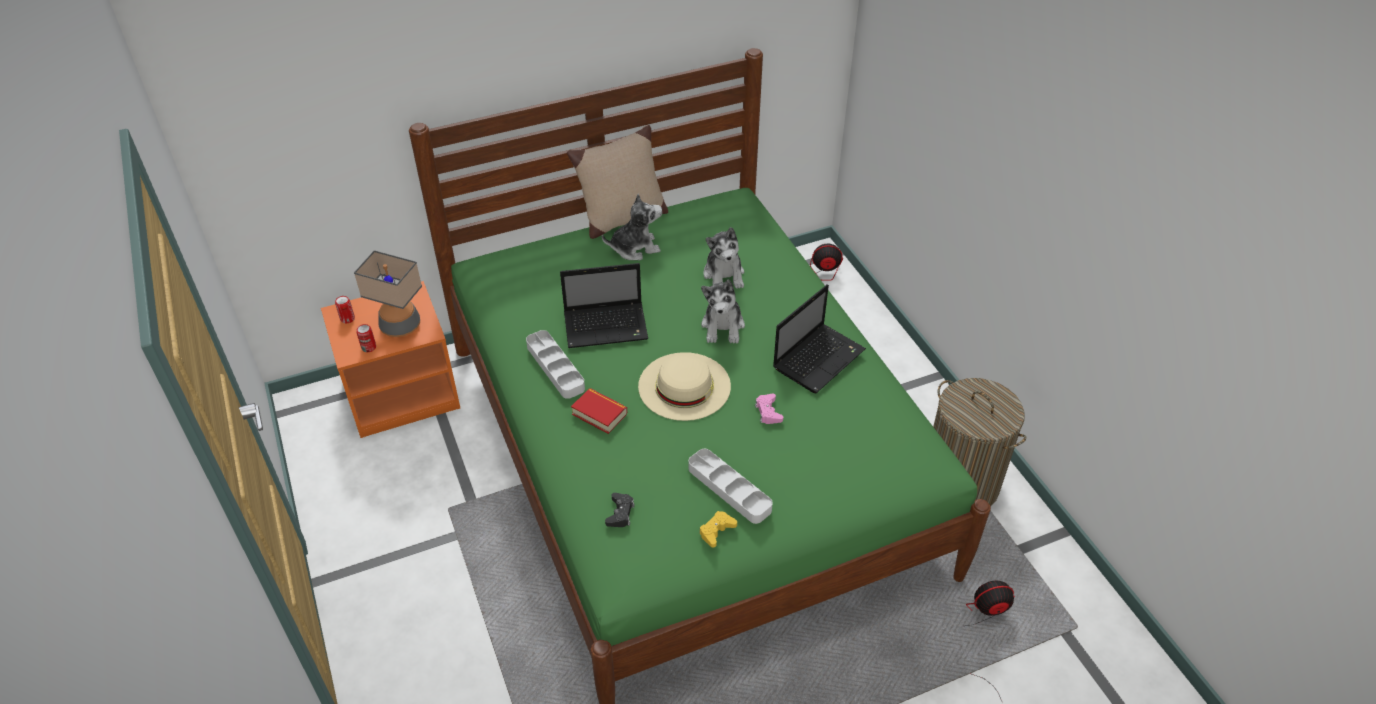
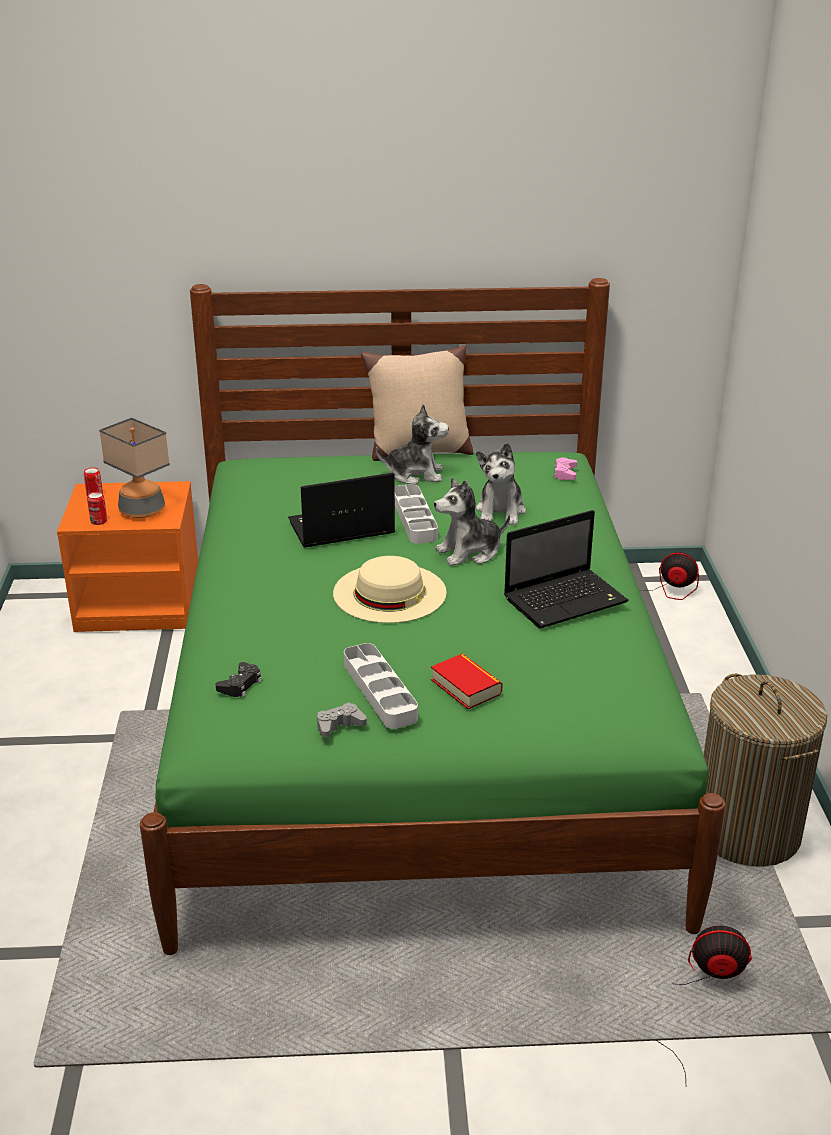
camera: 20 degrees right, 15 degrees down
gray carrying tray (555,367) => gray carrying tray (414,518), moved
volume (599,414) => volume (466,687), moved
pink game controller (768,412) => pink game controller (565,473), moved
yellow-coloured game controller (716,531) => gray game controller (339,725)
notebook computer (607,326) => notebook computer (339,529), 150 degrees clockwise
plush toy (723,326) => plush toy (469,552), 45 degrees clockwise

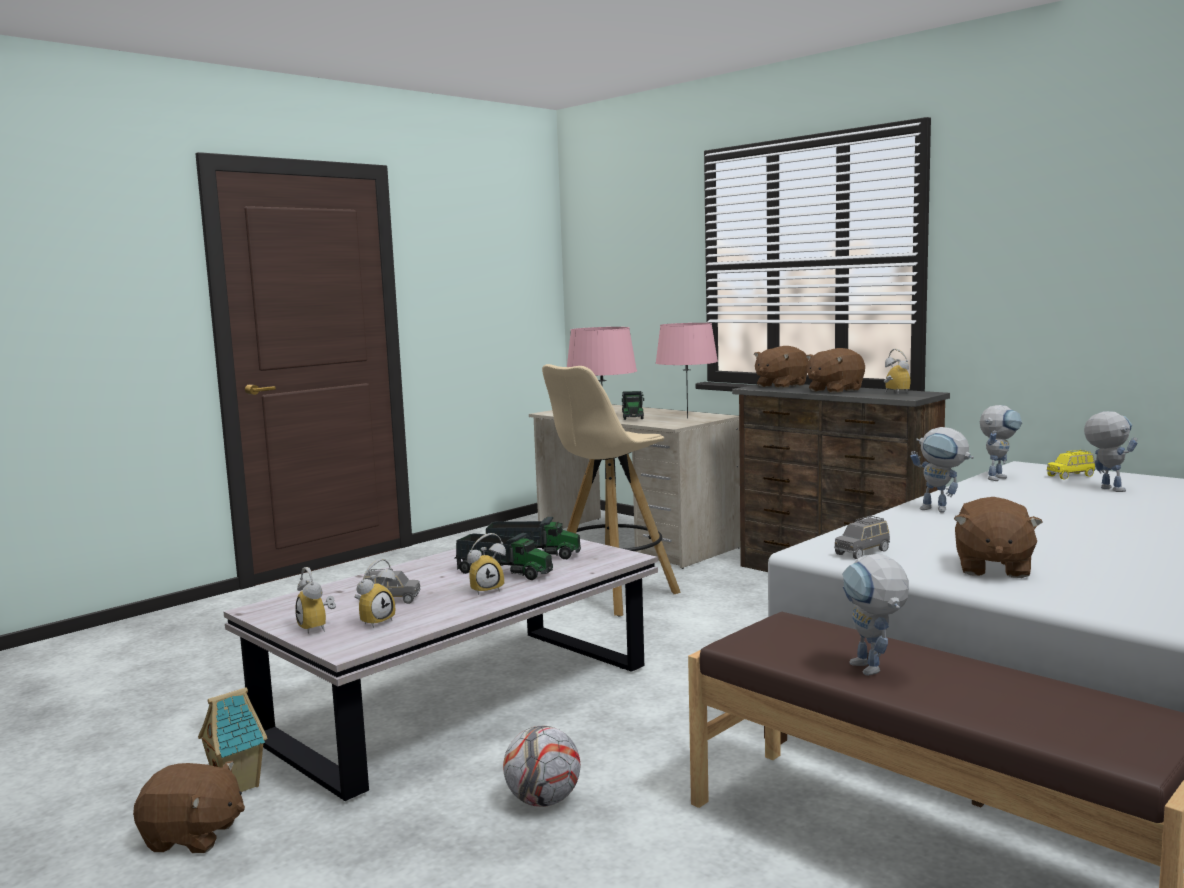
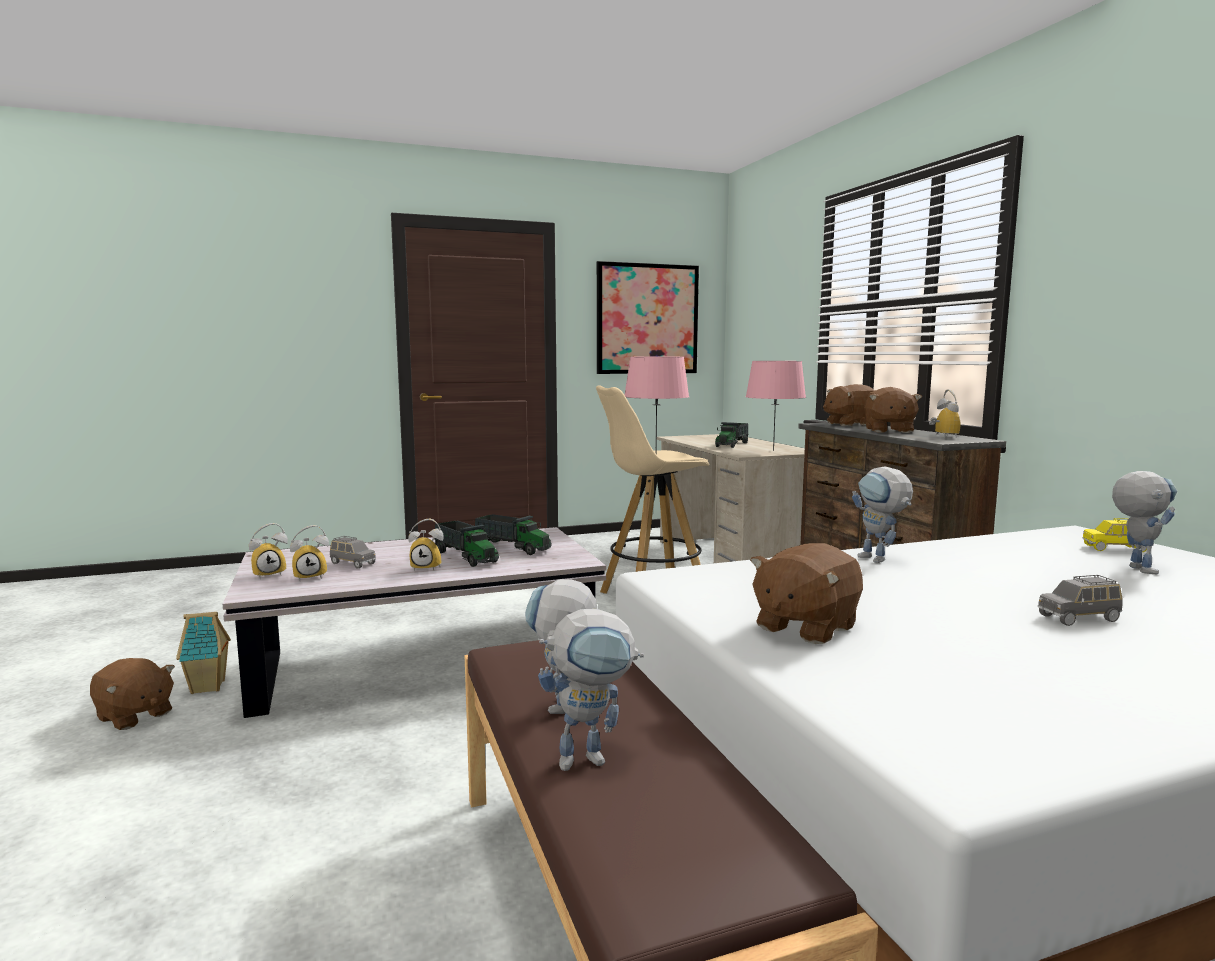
camera: 25 degrees right, 0 degrees up
football ball (543,801) => nothing
nothing => picture (647,319)
gray miniature car (862,552) => gray miniature car (1079,618), moved
toy robot (998,477) => toy robot (592,758), moved
alarm clock (318,628) => alarm clock (269,574), 120 degrees counterclockwise
brown plush toy (834,390) => brown plush toy (888,430), 75 degrees counterclockwise

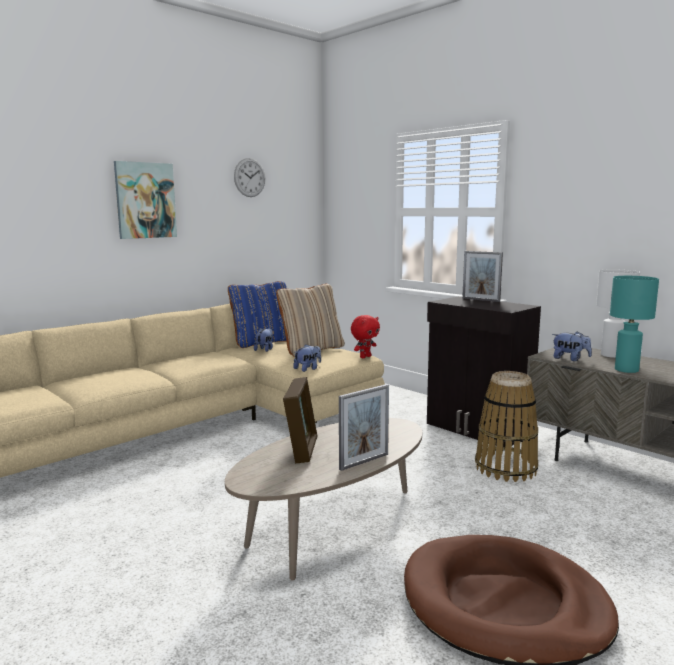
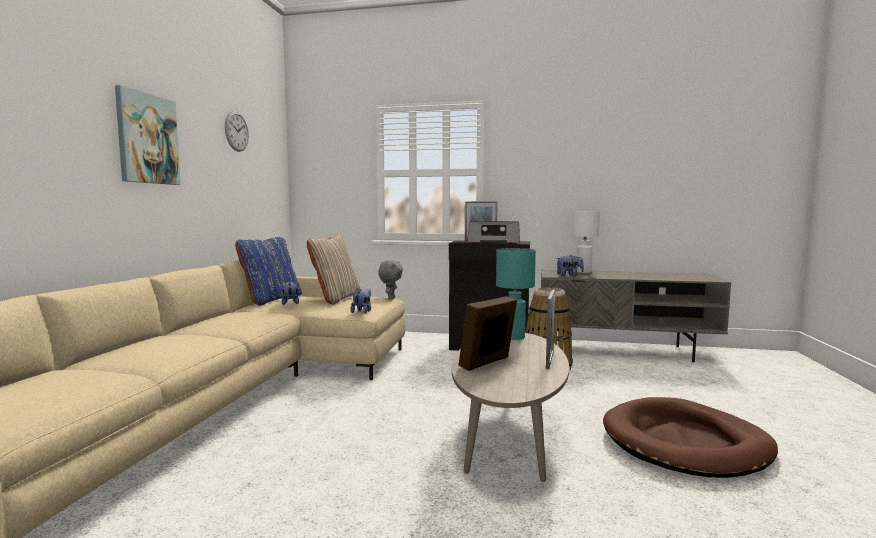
camera: 35 degrees left, 5 degrees down
nothing => radio set (493,242)
turquoise lamp for a table (627,370) => turquoise lamp for a table (514,337), moved
red plush toy (365,357) => gray plush toy (390,298)
photo frame (302,450) => photo frame (487,363), 105 degrees counterclockwise

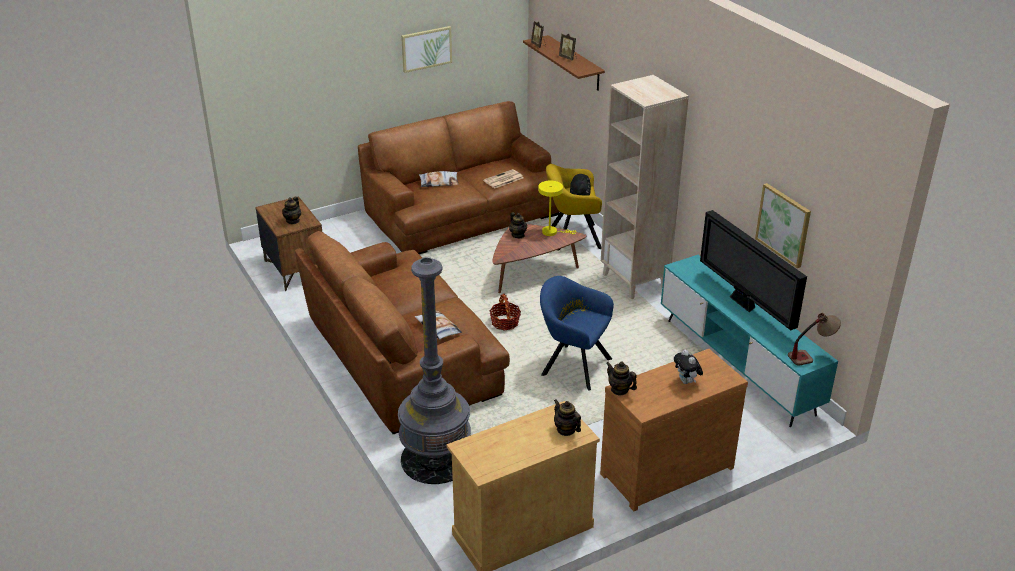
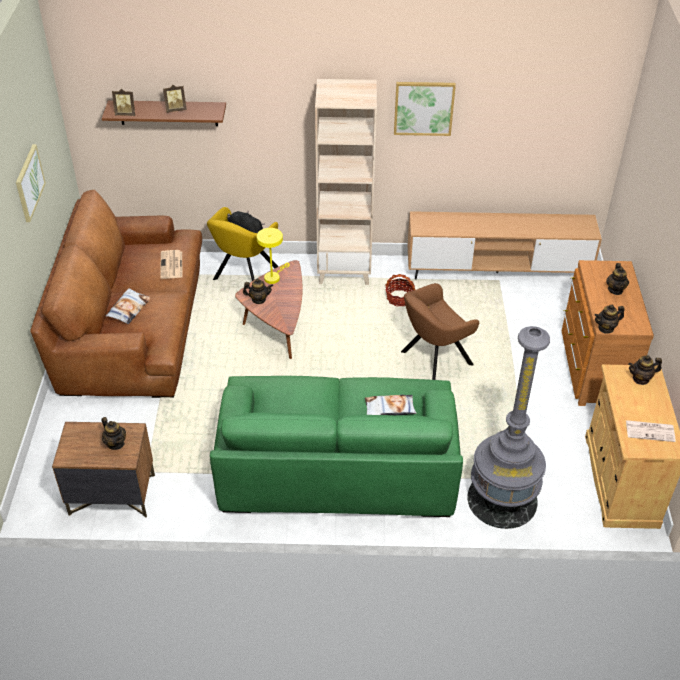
camera: 60 degrees left, 10 degrees up
TV (744,304) => nothing
lamp for a table (811,356) => nothing
nothing => newspaper (650,431)
storage basket (505,323) => storage basket (399,298), moved
picture (783,224) => picture (423,108), moved
plush toy (686,382) => tea pot (615,290)
brown sofa (401,357) => green sofa (337,466)
blue-coloured lounge chair (572,365) => brown lounge chair (433,360)
turquoise tv stand (737,365) => brown tv stand (497,272)

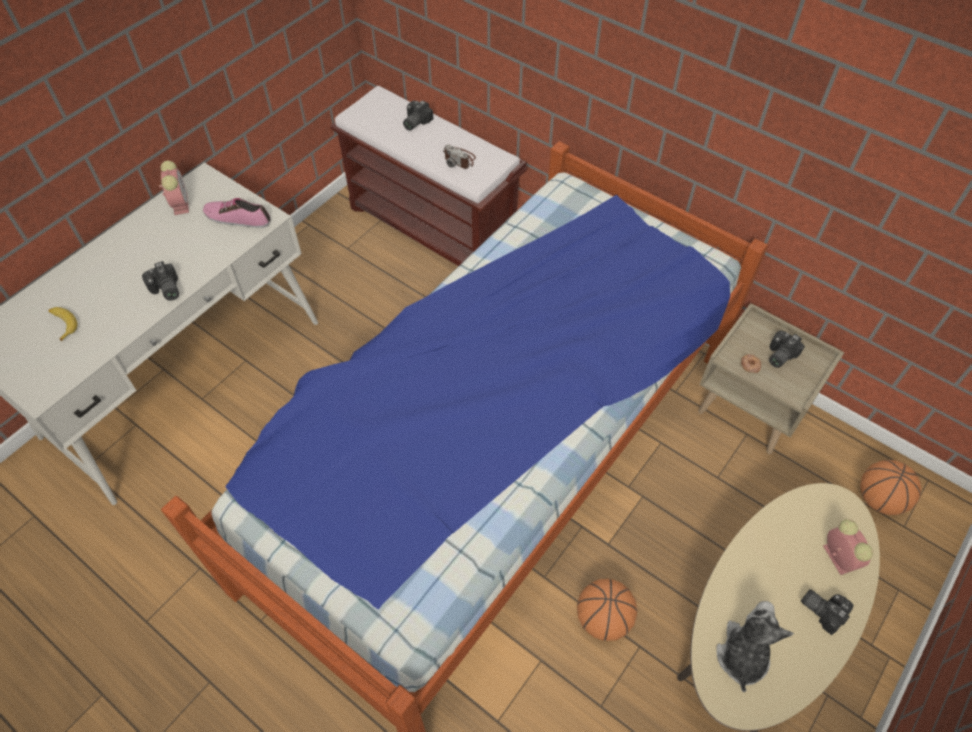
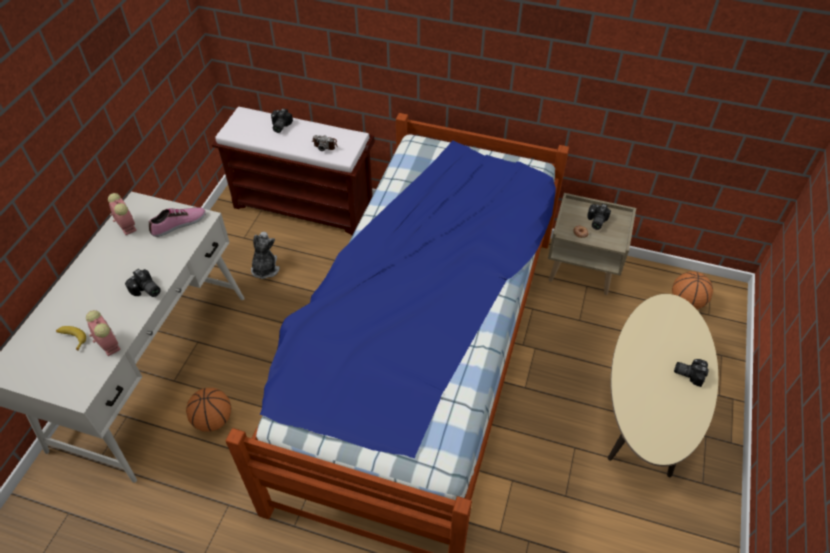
camera: 20 degrees left, 5 degrees down
basketball (603,618) => basketball (213,420), moved
plush toy (742,654) => plush toy (265,268), moved
alarm clock (837,556) => alarm clock (108,344), moved
low shoe (238,217) => low shoe (179,224), 150 degrees clockwise

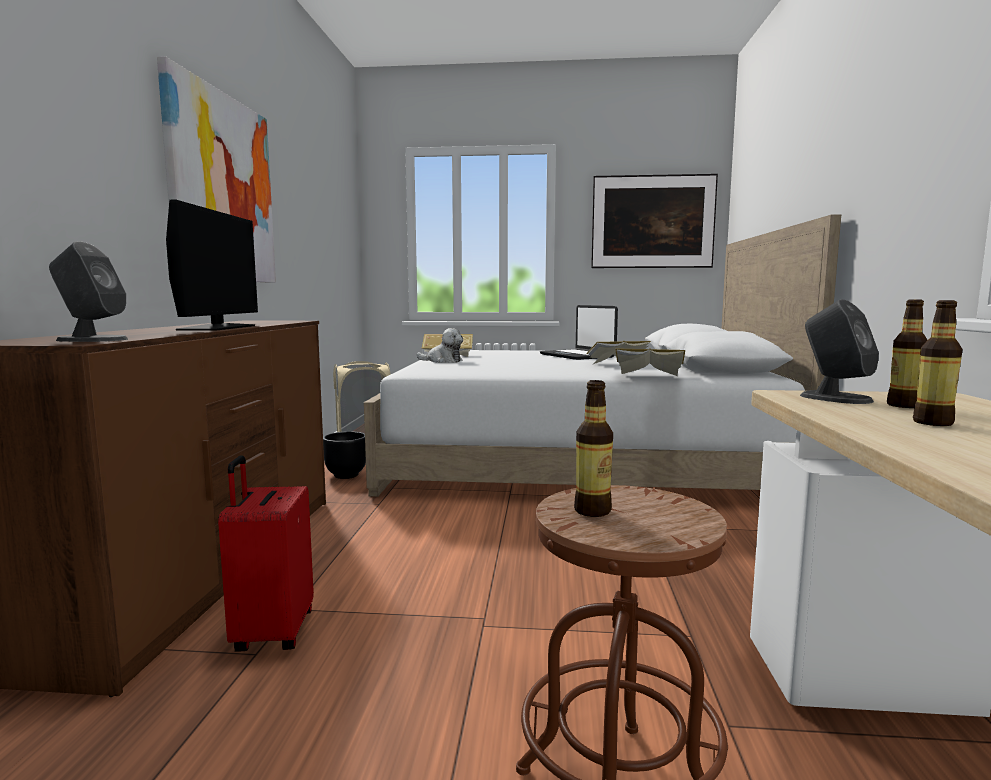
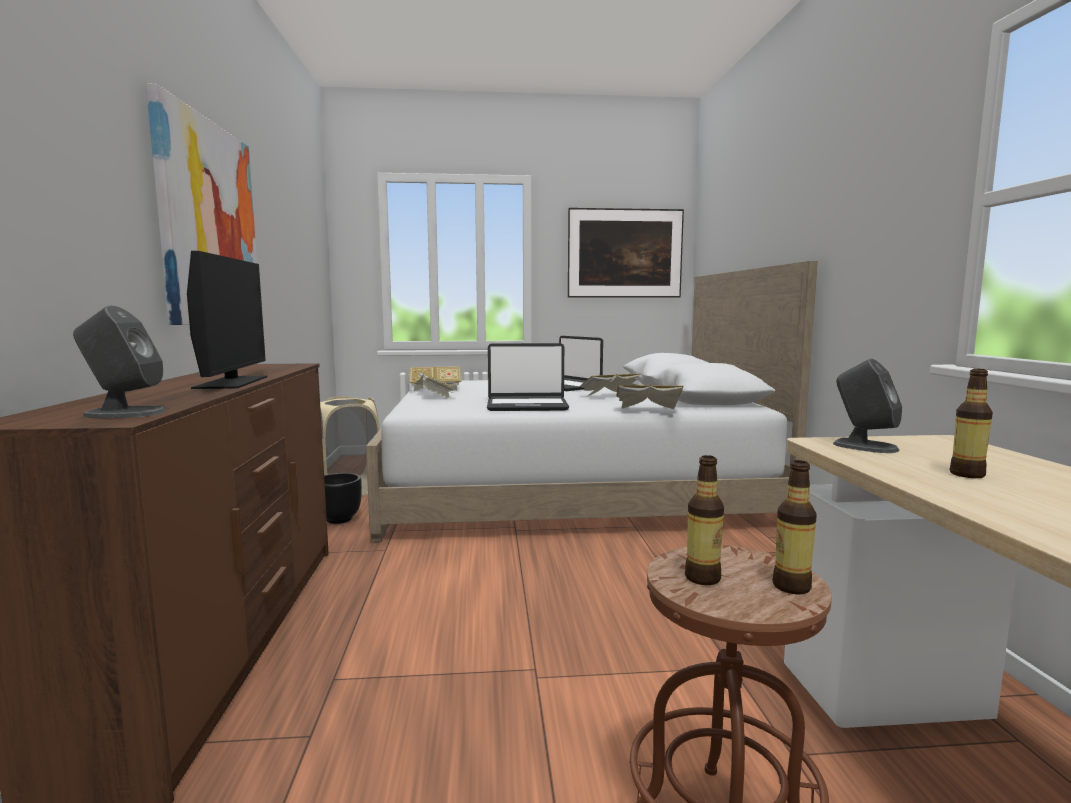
camera: 10 degrees left, 0 degrees up
red travel case (272,633) => nothing
nothing => notebook computer (527,406)
bottle (903,405) => bottle (791,587), moved
plush toy (443,361) => volume (435,396)

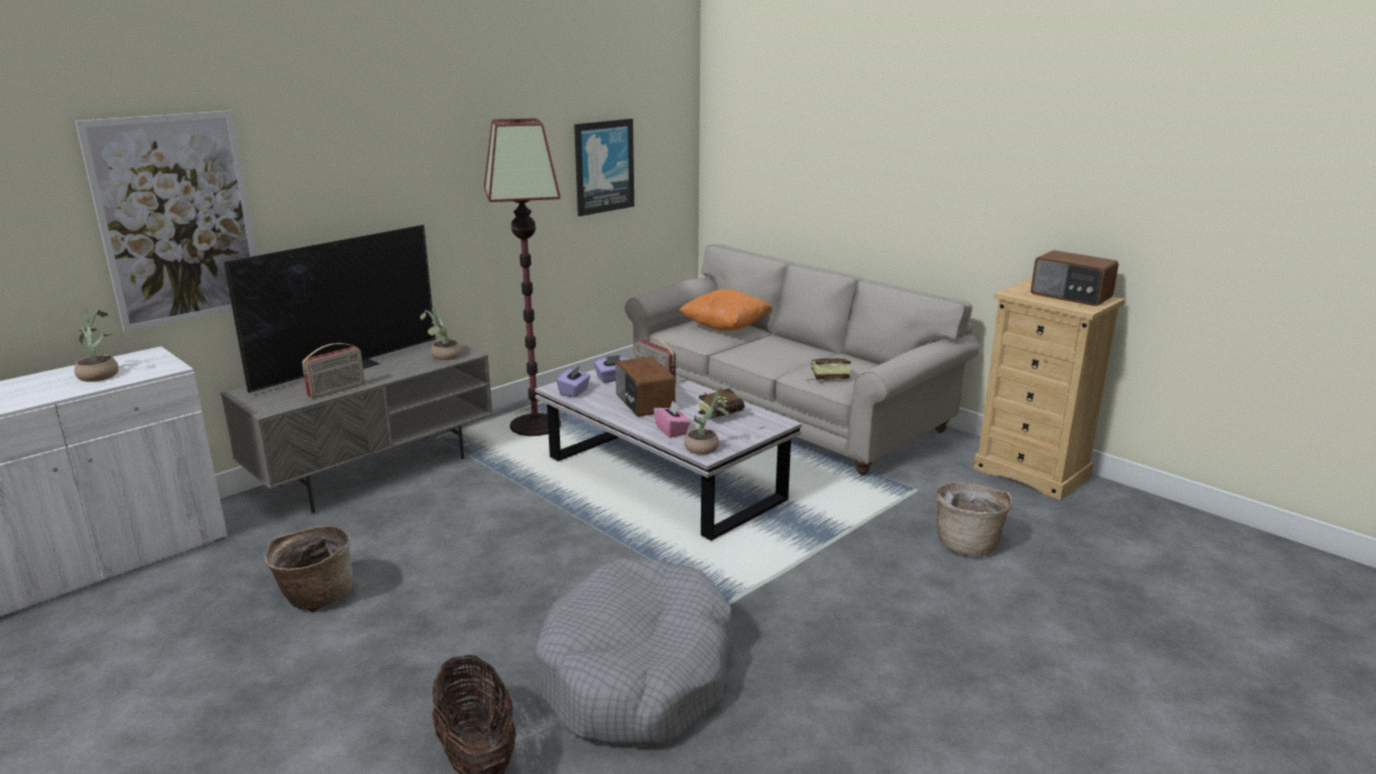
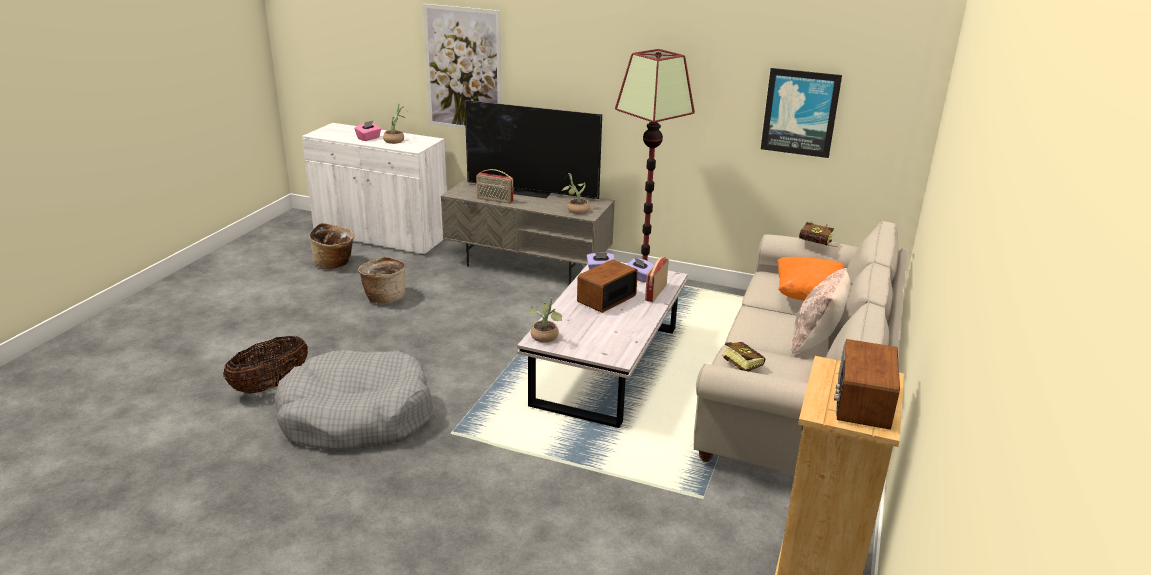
camera: 65 degrees right, 5 degrees up
nothing => sand-coloured pillow (816,341)
pink tissue box (671,431) => pink tissue box (369,138), moved
volume (724,416) => volume (818,244), moved
storage basket (967,543) => storage basket (335,264), moved

